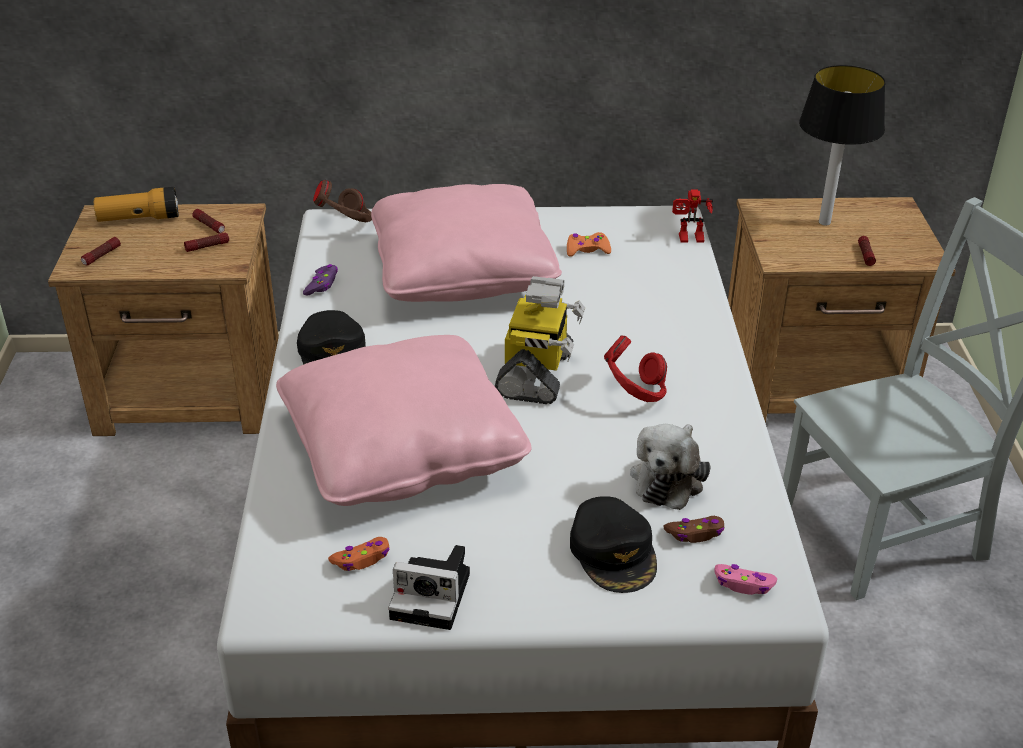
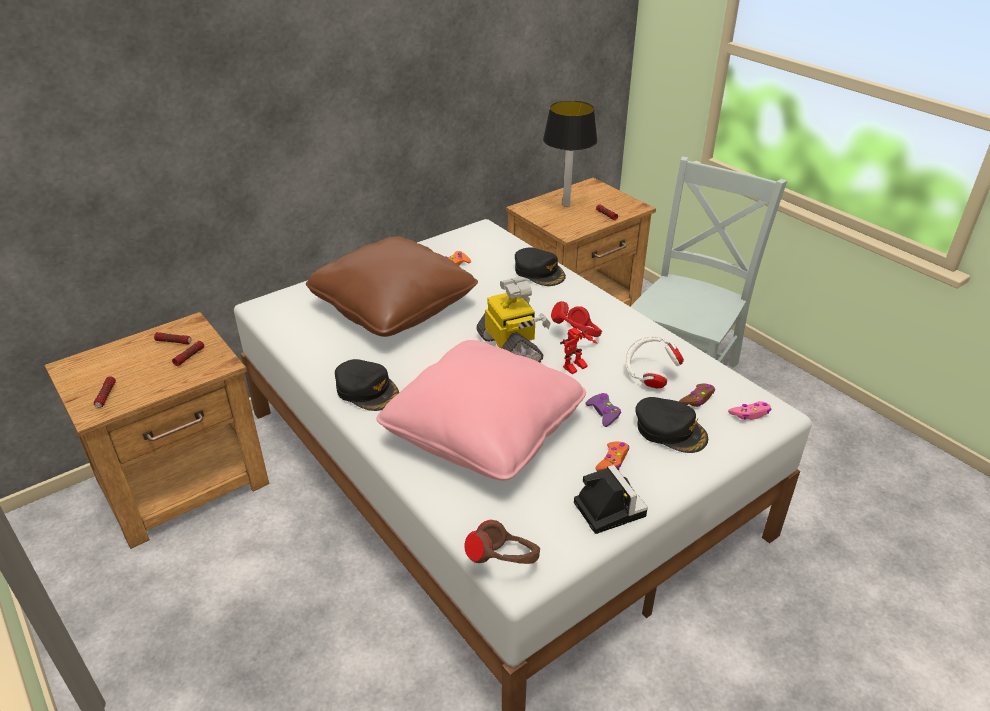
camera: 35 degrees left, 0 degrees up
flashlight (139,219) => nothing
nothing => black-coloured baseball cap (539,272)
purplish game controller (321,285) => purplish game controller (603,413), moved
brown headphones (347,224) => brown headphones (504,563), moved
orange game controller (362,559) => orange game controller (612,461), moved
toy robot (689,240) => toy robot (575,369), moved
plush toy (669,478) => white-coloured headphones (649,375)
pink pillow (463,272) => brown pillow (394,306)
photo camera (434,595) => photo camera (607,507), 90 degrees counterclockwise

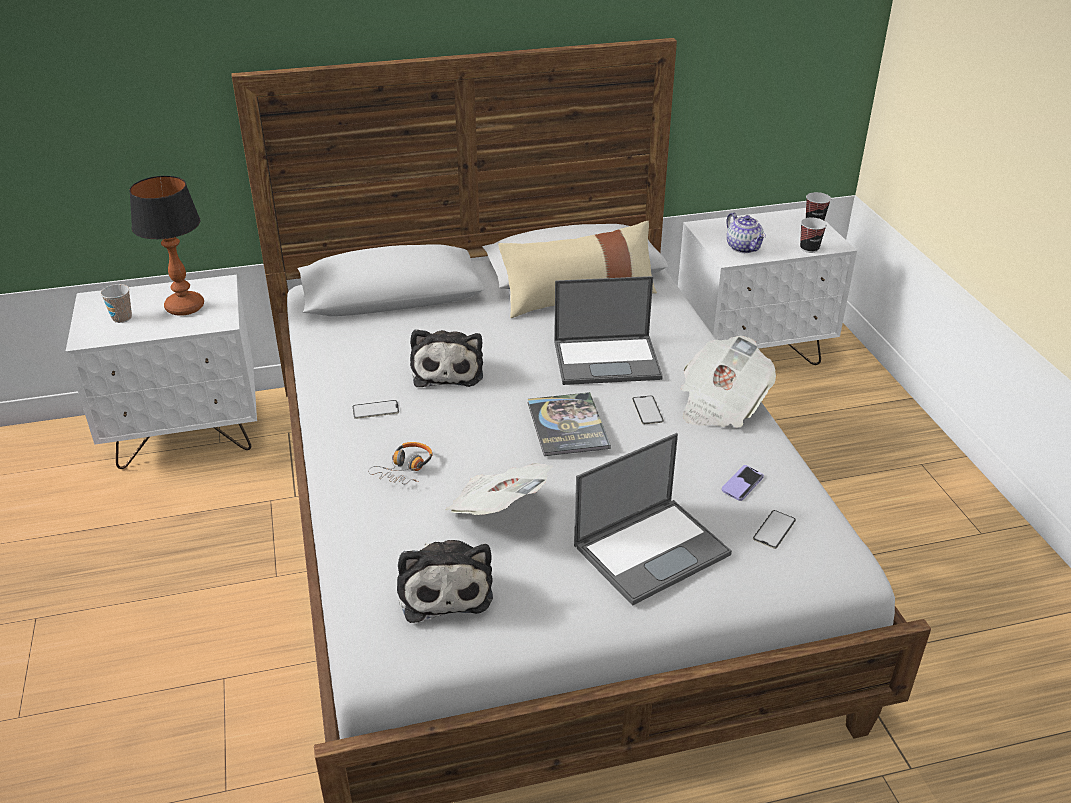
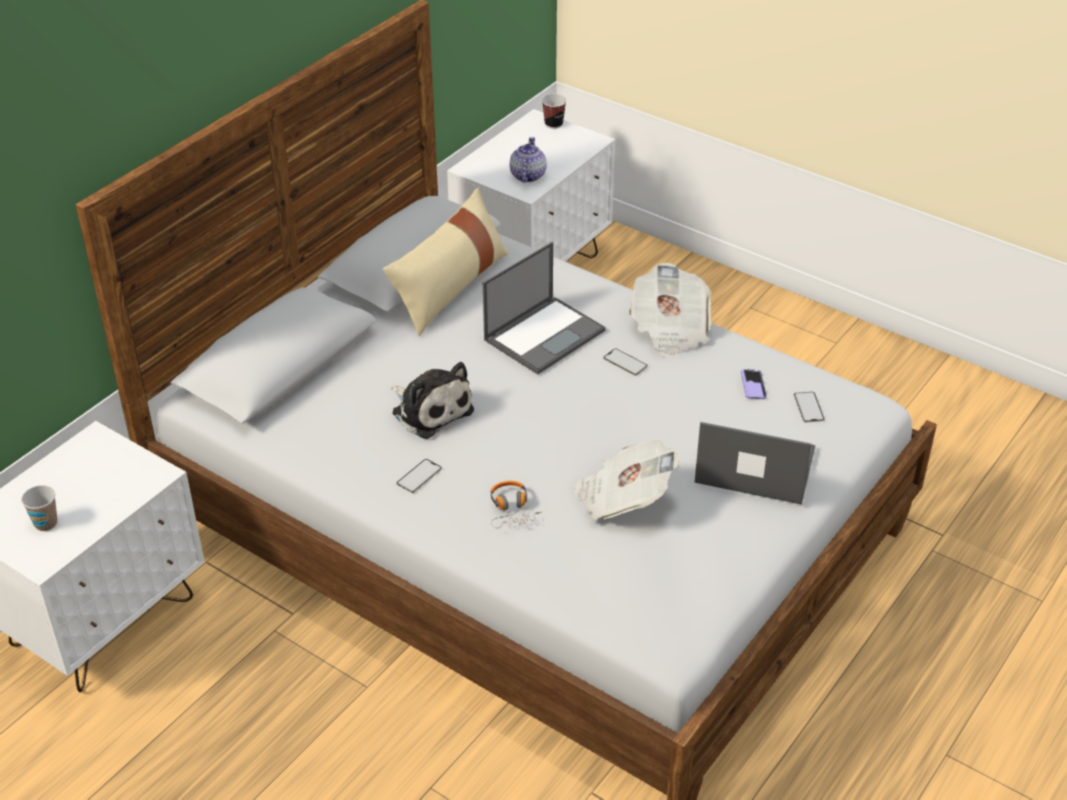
camera: 40 degrees left, 5 degrees up
lamp for a table (186,307) => nothing
plush toy (444,588) => nothing
volume (567,425) => nothing
cup (809,248) => nothing
notebook computer (652,549) => notebook computer (753,466), 90 degrees counterclockwise
tea pot (744,248) => tea pot (527,175), 105 degrees counterclockwise

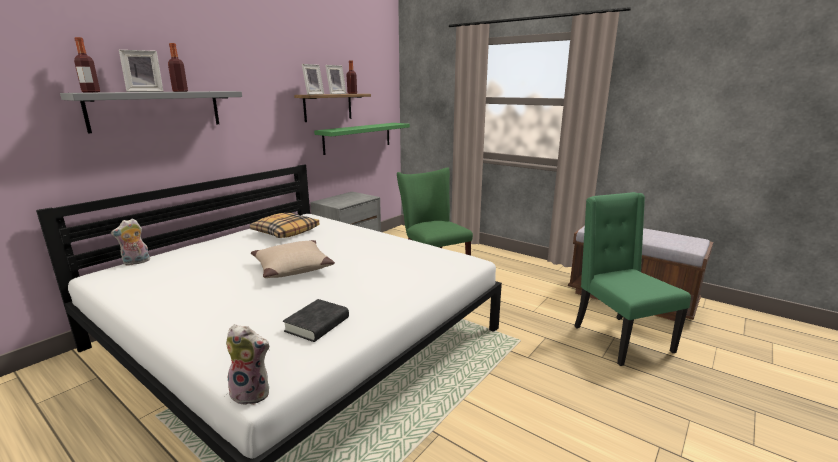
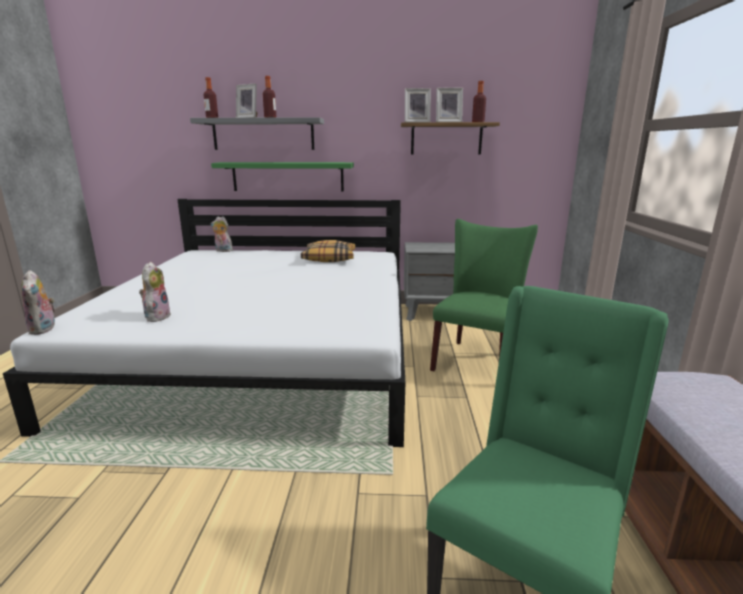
camera: 55 degrees right, 0 degrees up
sand-coloured pillow (292,267) => nothing
green shelf (358,137) => green shelf (288,176), moved
black-coloured volume (317,324) => plush toy (157,316)

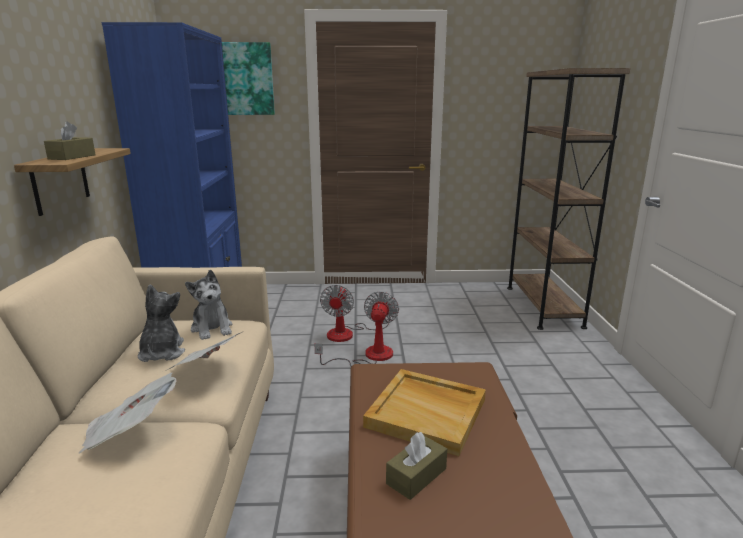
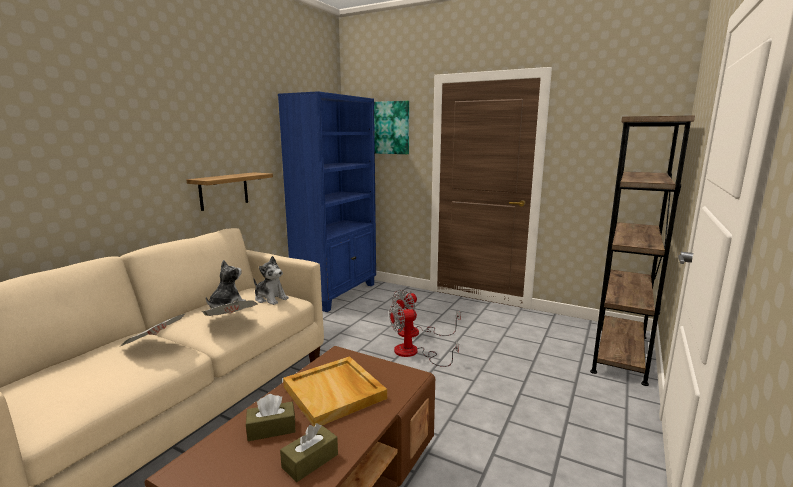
camera: 30 degrees right, 5 degrees down
brown tissue box (72,157) => brown tissue box (310,461), moved
plush toy (212,328) => plush toy (270,298), 60 degrees counterclockwise
fan (369,356) => fan (413,353), 150 degrees counterclockwise

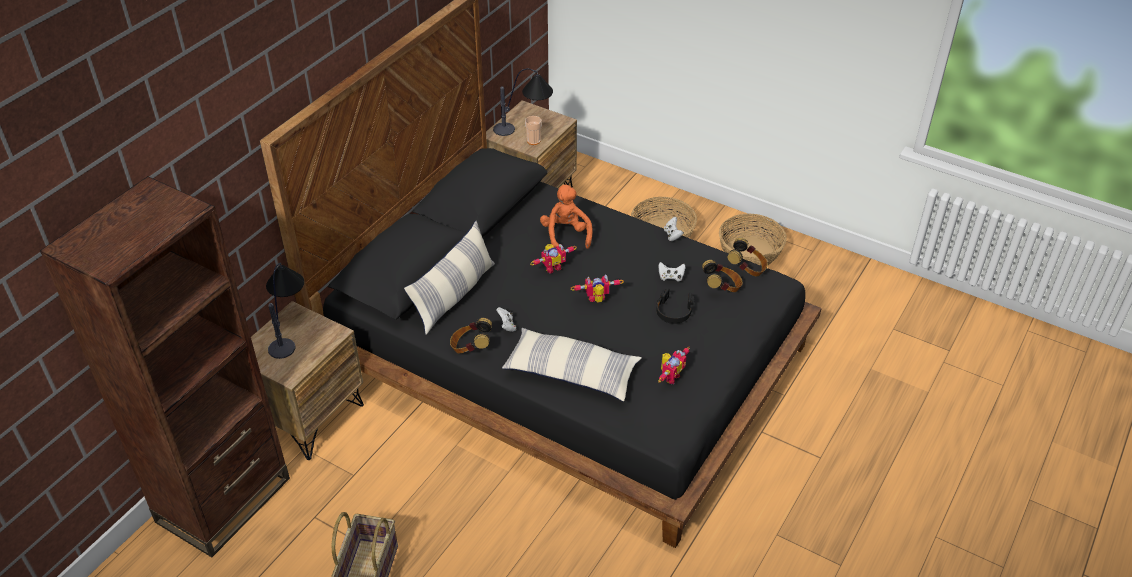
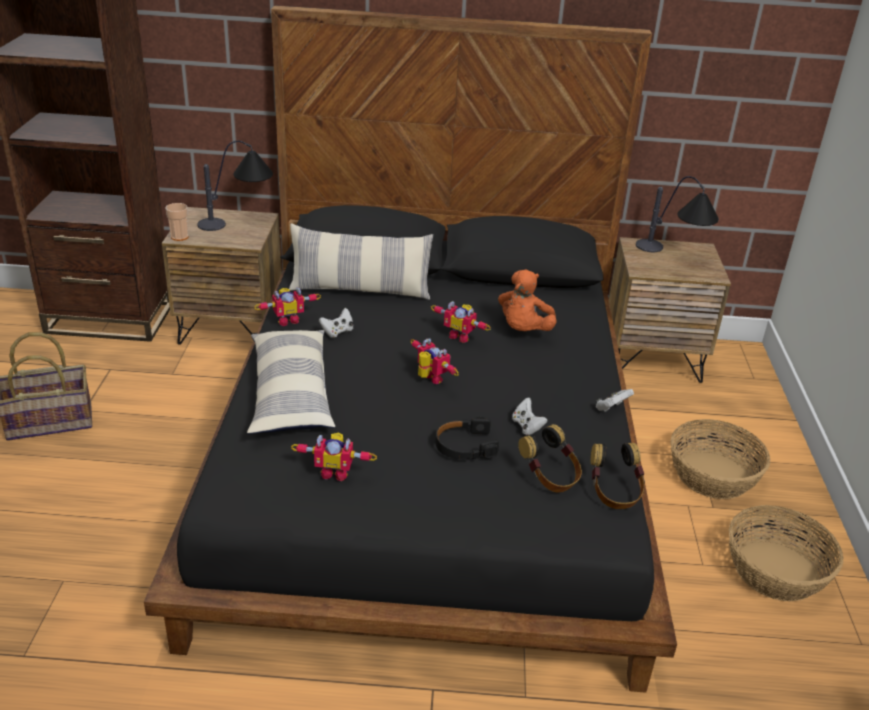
camera: 60 degrees right, 10 degrees down
cup (533,141) => cup (179,237), moved
headphones (471,347) => toy robot (287,320)
orange plush toy (566,235) => orange plush toy (523,330), 150 degrees clockwise

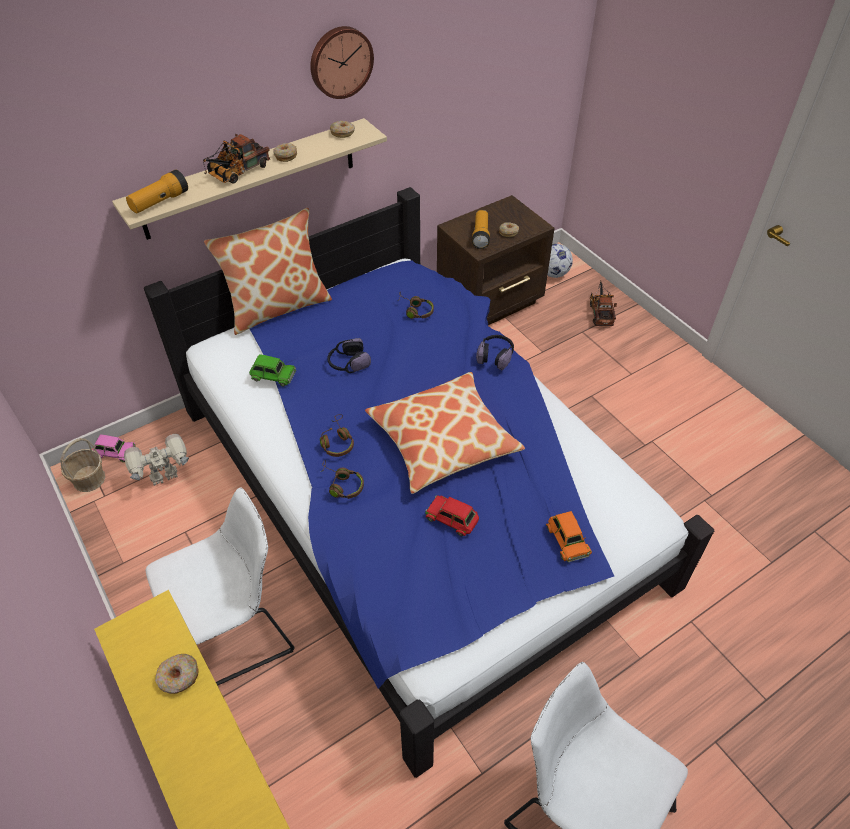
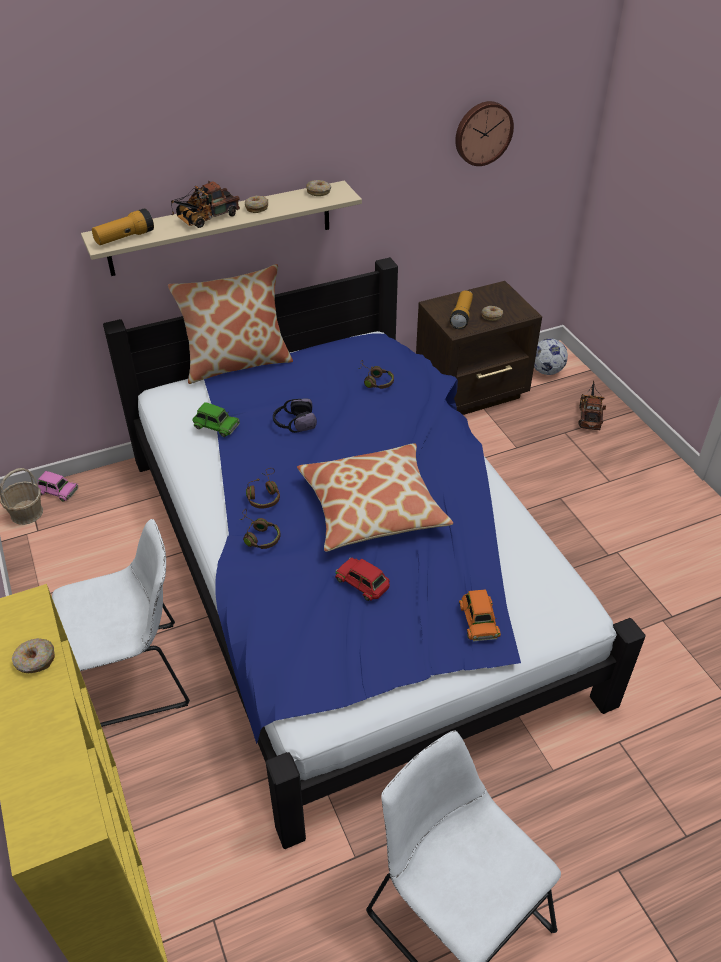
camera: 10 degrees right, 5 degrees down
toy robot (165,478) => nothing
headphones (495,356) => nothing
wall clock (340,61) => wall clock (482,132), moved

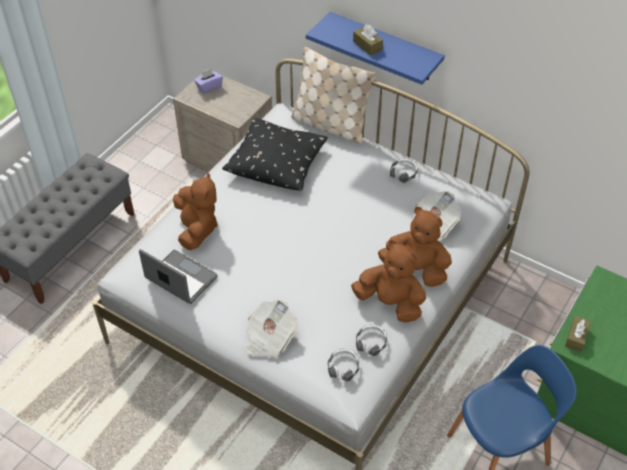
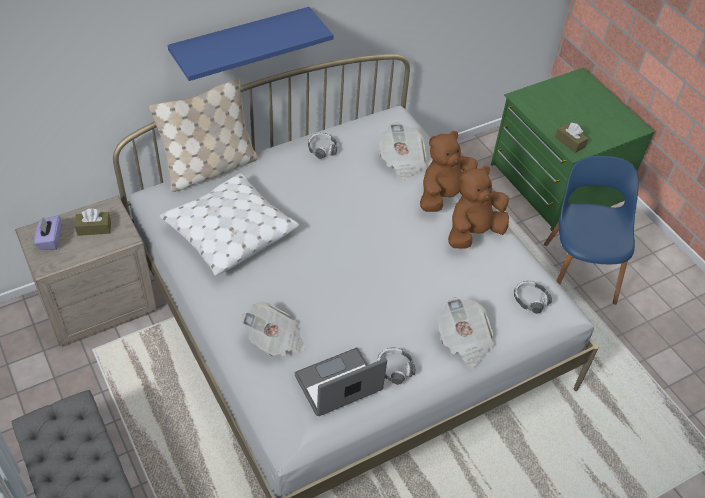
camera: 65 degrees left, 0 degrees up
brown tissue box (367,45) => brown tissue box (94,228), moved
headphones (371,342) => headphones (394,368), moved
brown plush toy (197,229) => newspaper (275,340)
black-coloured pillow (276,162) => white-coloured pillow (229,232)

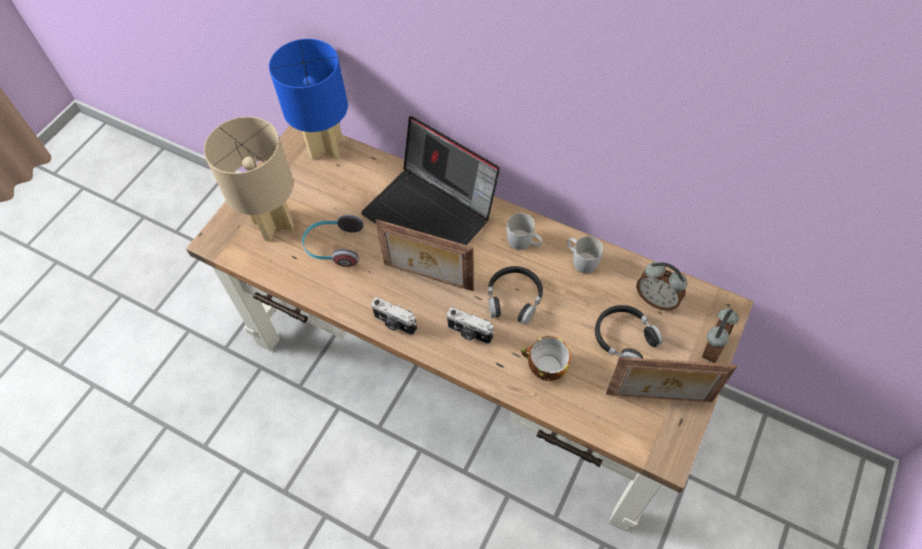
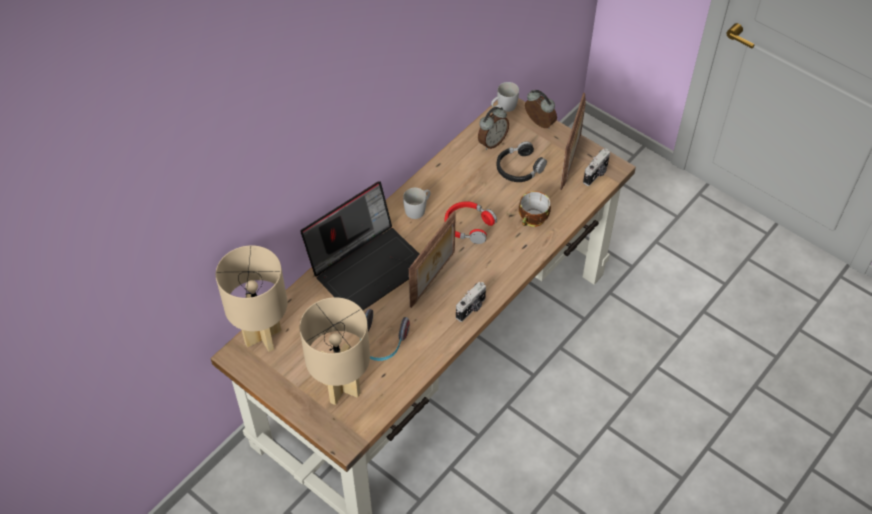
camera: 80 degrees left, 5 degrees down
photo camera (469,333) => photo camera (596,174), moved
white-coloured mug (581,260) => white-coloured mug (503,107), moved
blue-coloured lamp for a table (327,148) => sand-coloured lamp for a table (263,336)
black-coloured headphones (514,298) => red headphones (468,226)

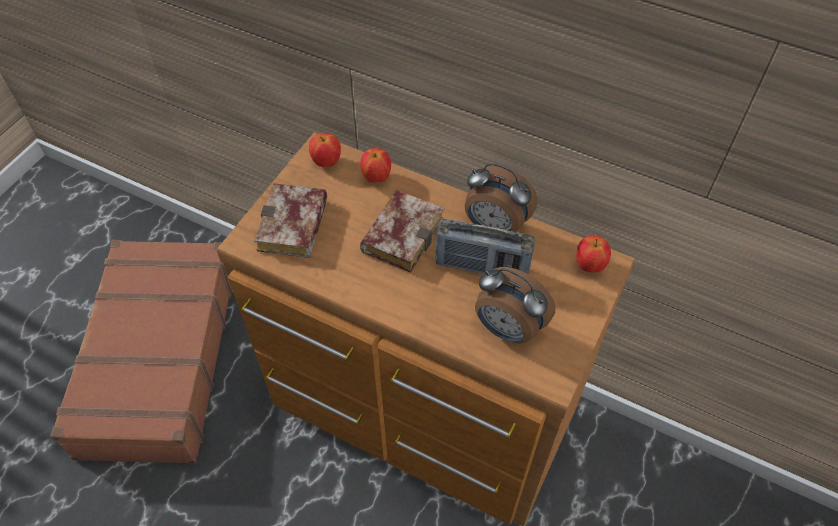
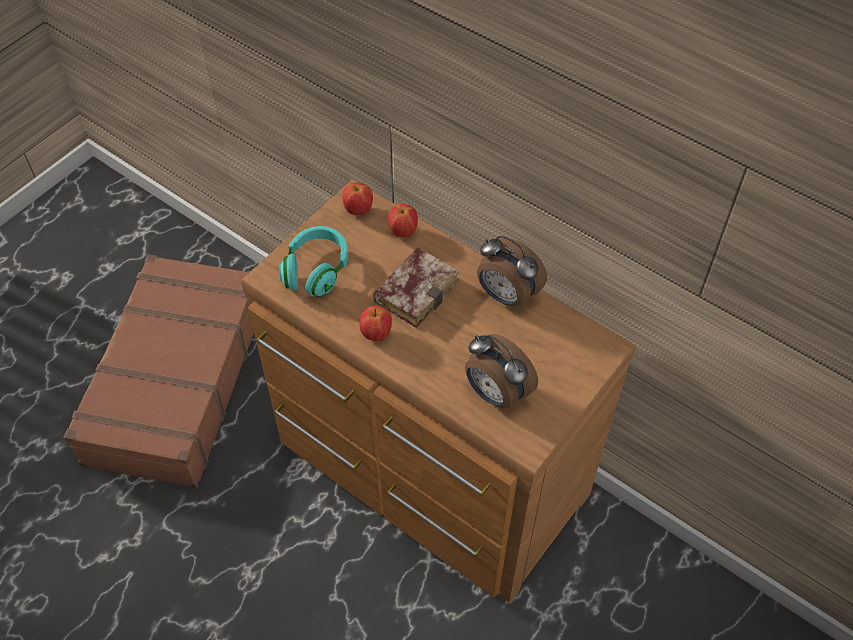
camera: 10 degrees right, 0 degrees up
radio set (482,267) => nothing
apple fruit (589,266) => apple fruit (376,334), moved
volume (294,228) => turquoise headphones (316,271)

